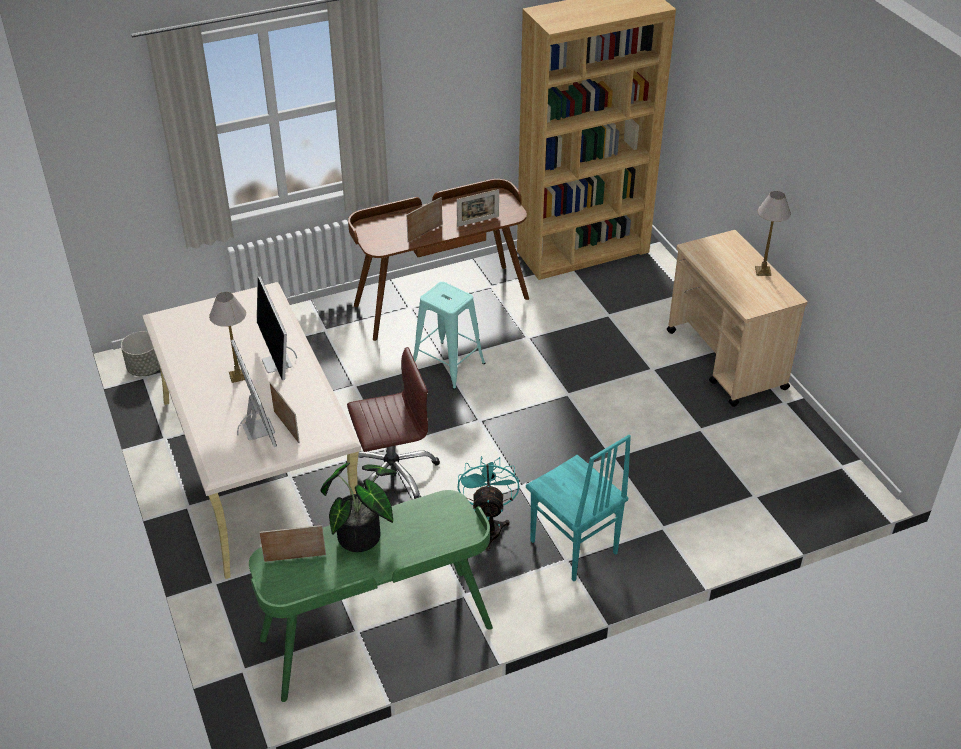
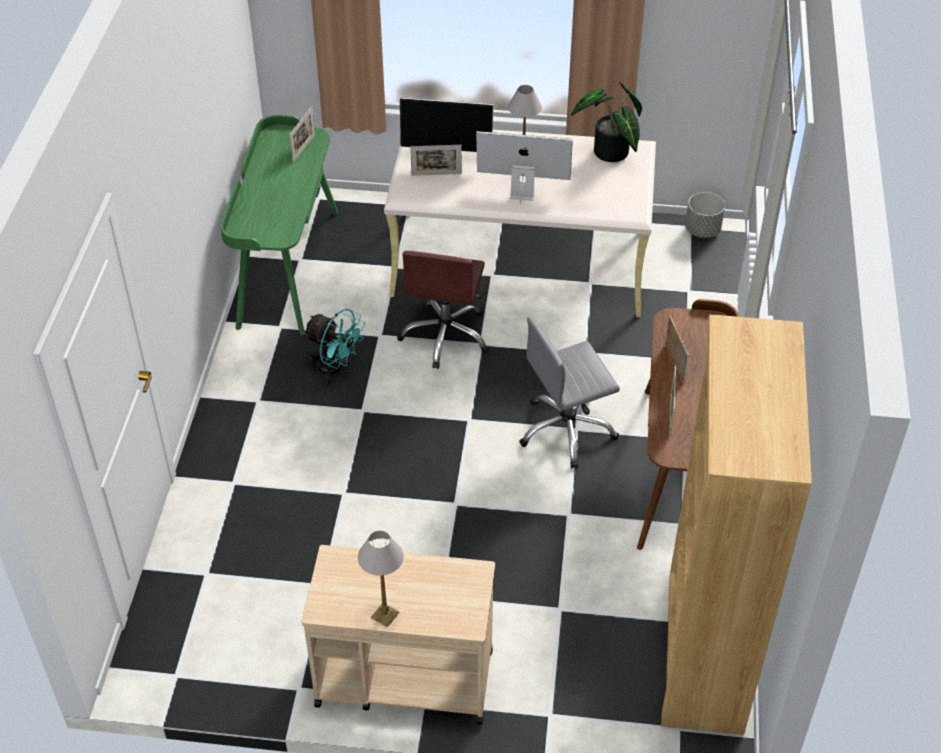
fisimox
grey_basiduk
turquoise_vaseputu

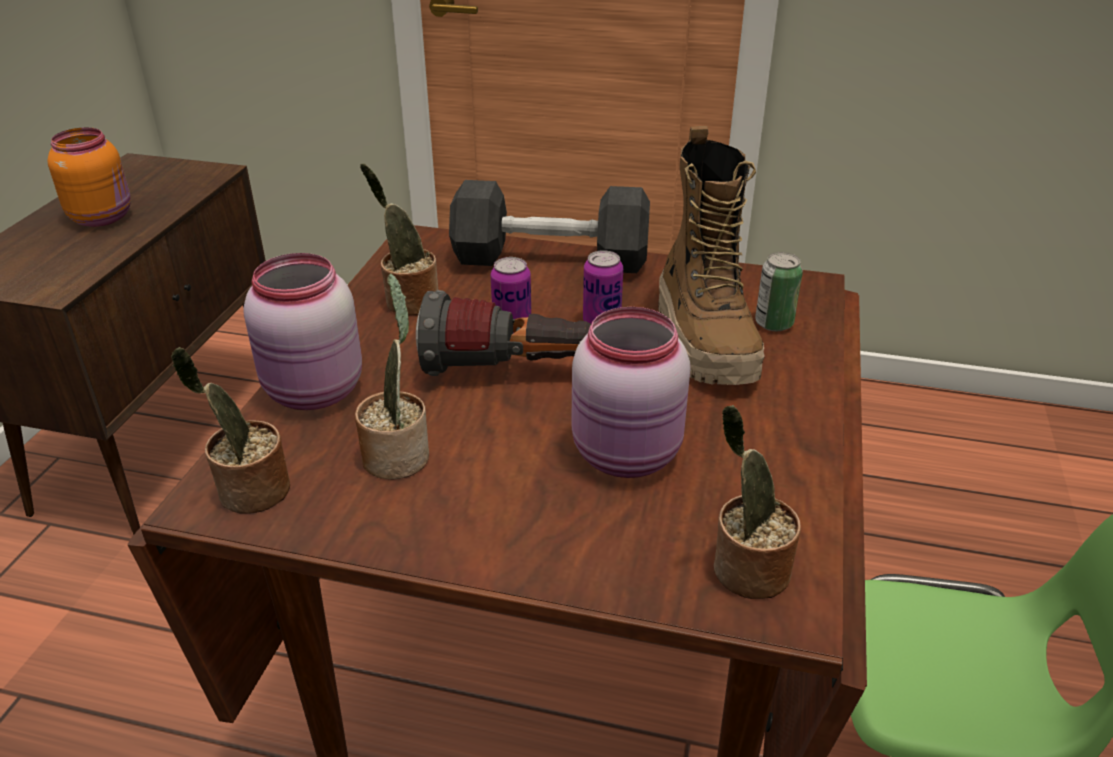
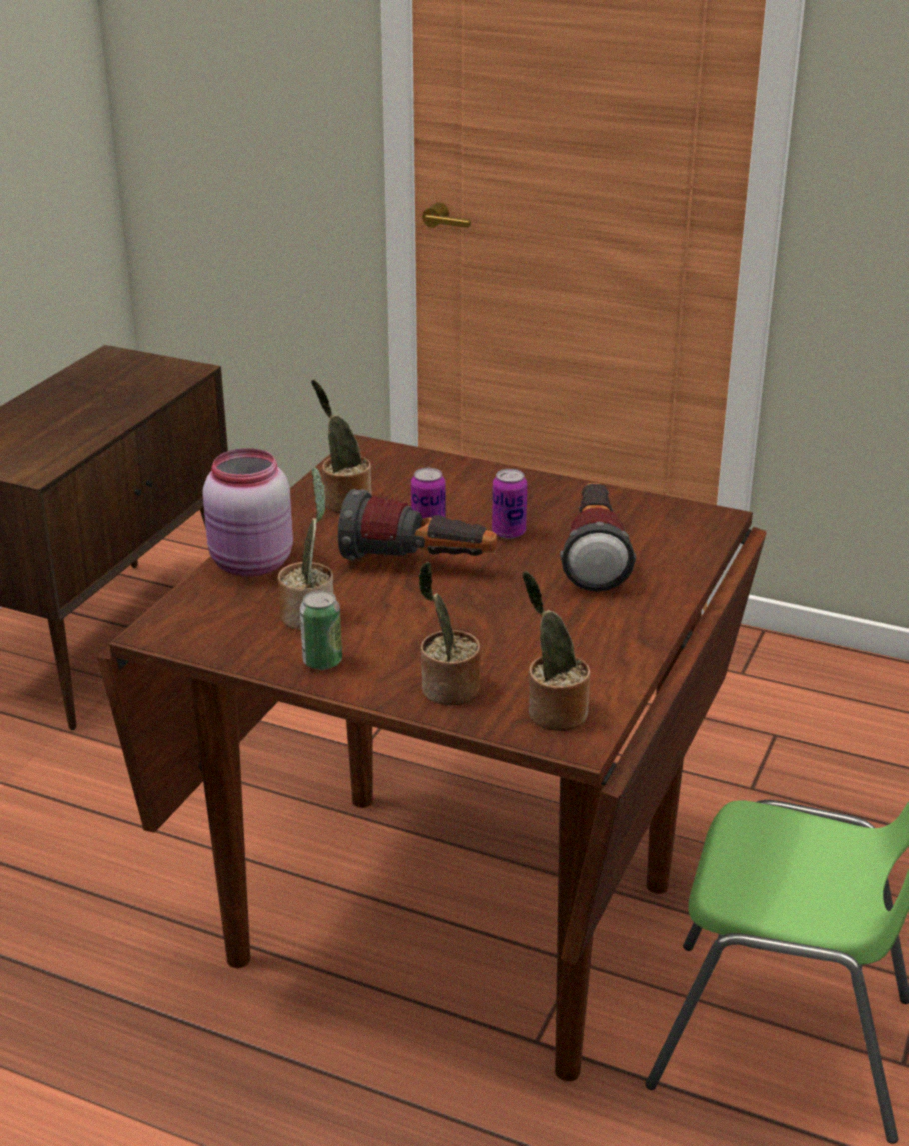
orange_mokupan
fisimox (no. 3 from left)
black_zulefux
pink_mokupan (no. 2 from left in the first image)
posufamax (no. 2 from left)
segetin (no. 1 from left)

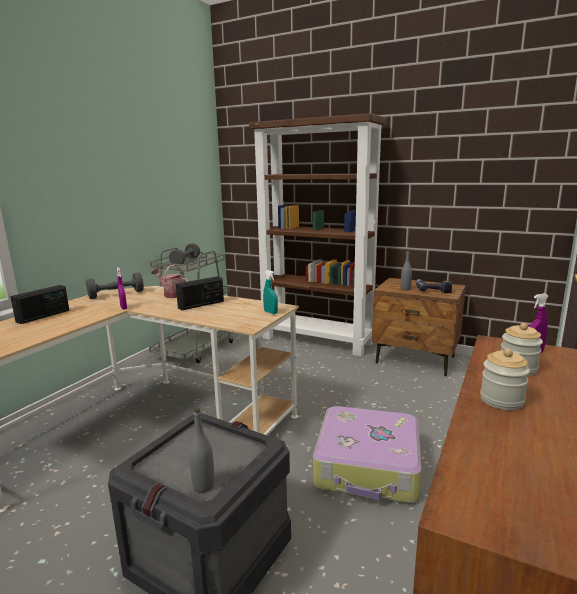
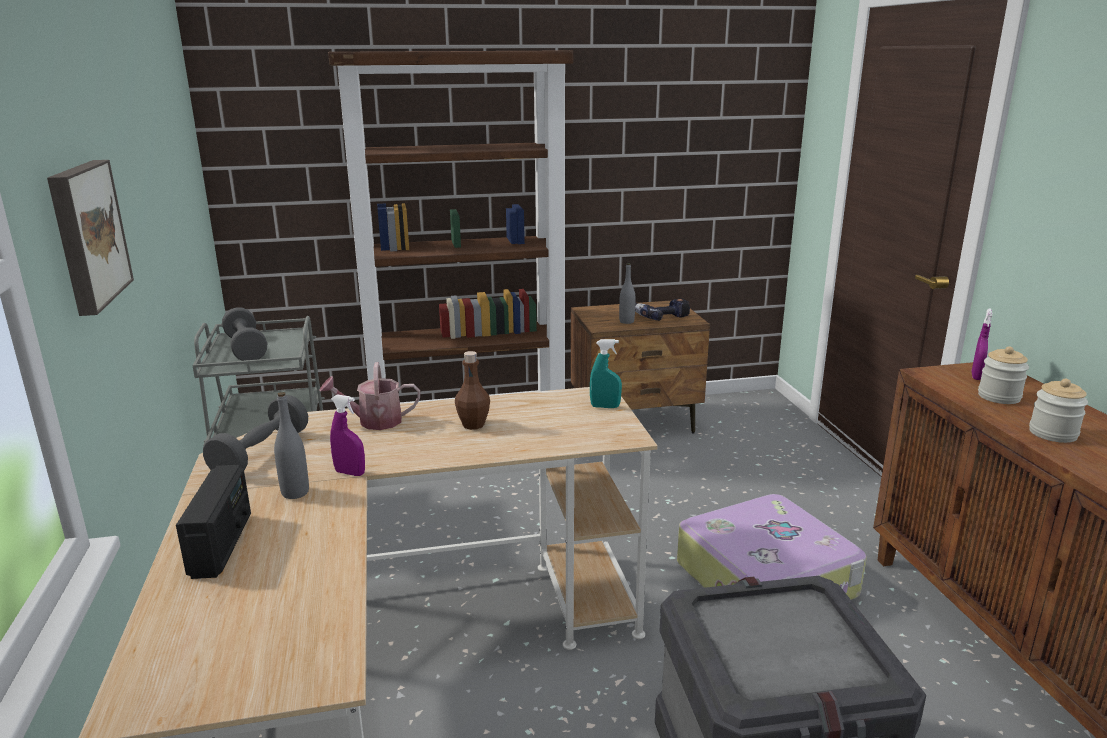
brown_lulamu
grey_lulamu (no. 1 from left)
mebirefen

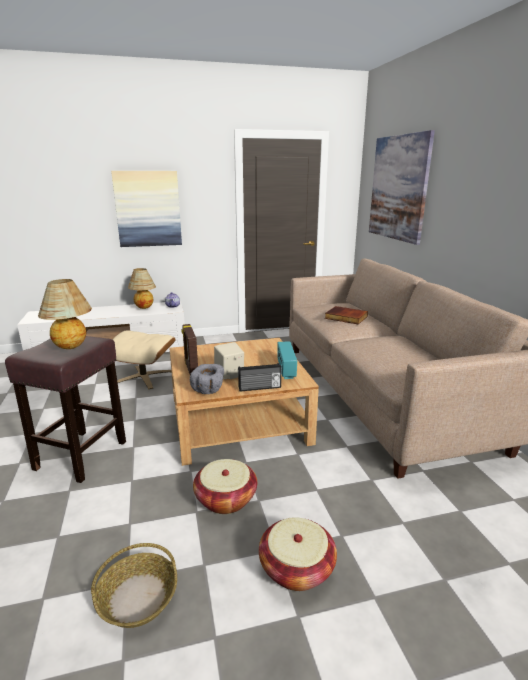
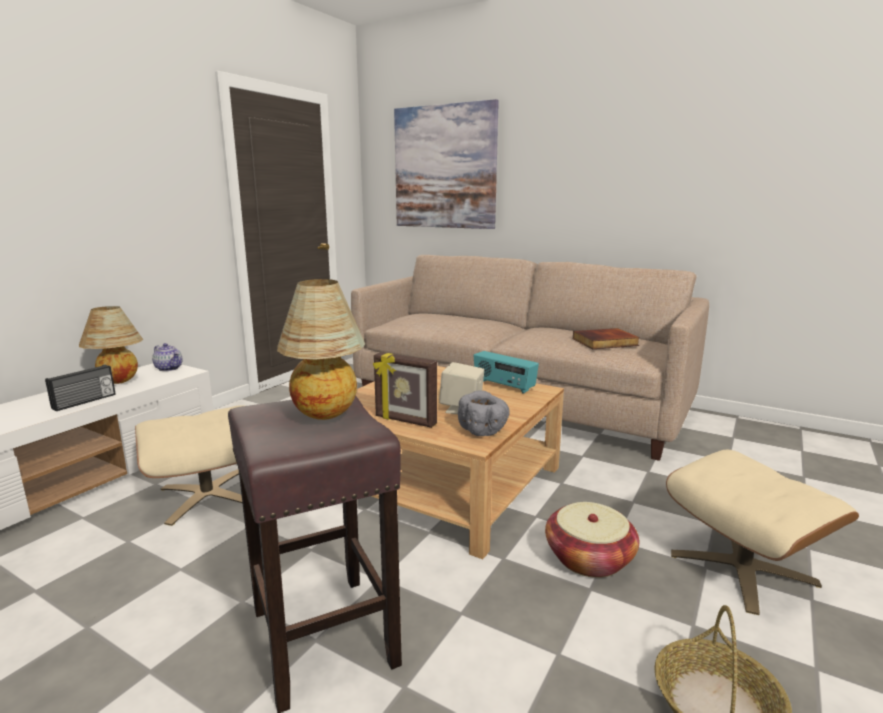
mebirefen (no. 1 from left in the first image)
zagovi (no. 1 from left)
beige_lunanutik (no. 2 from left)
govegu

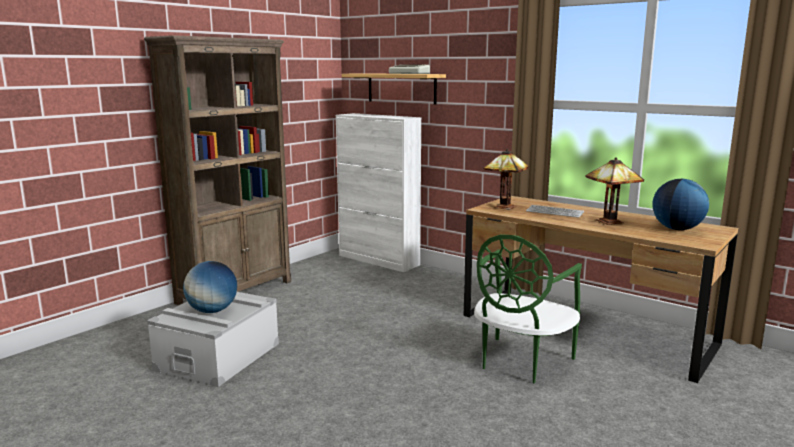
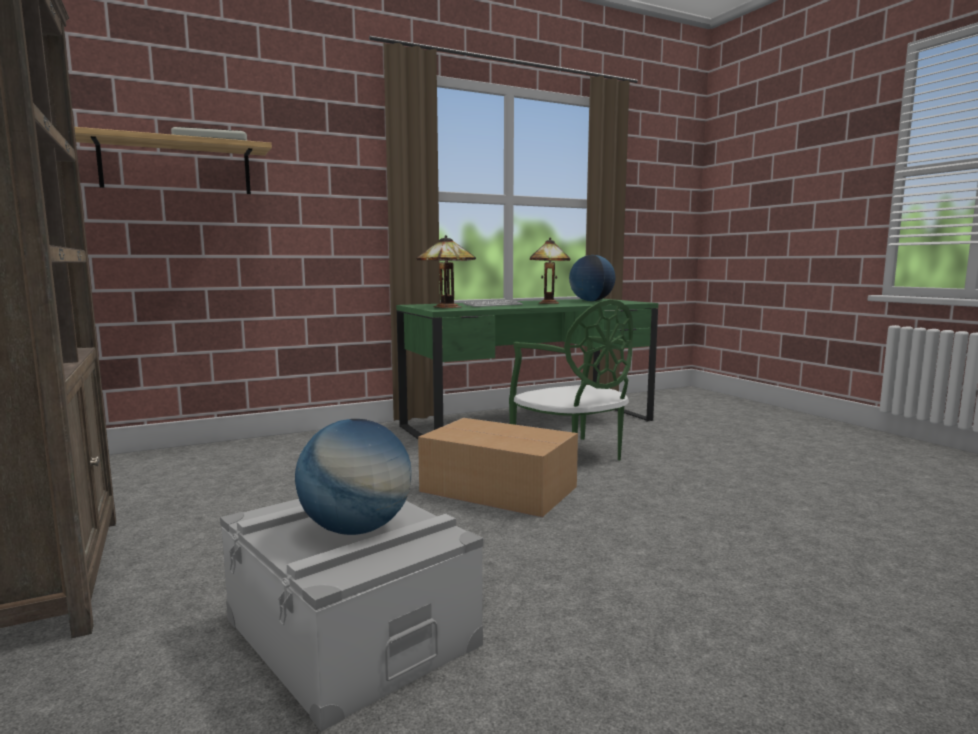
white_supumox
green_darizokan
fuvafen

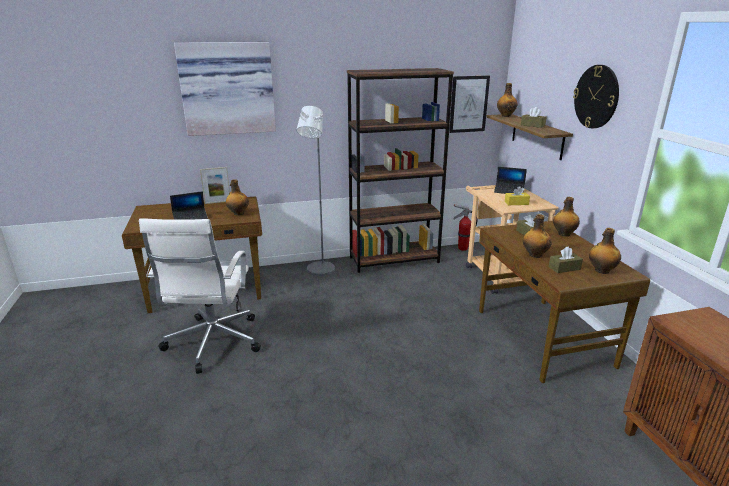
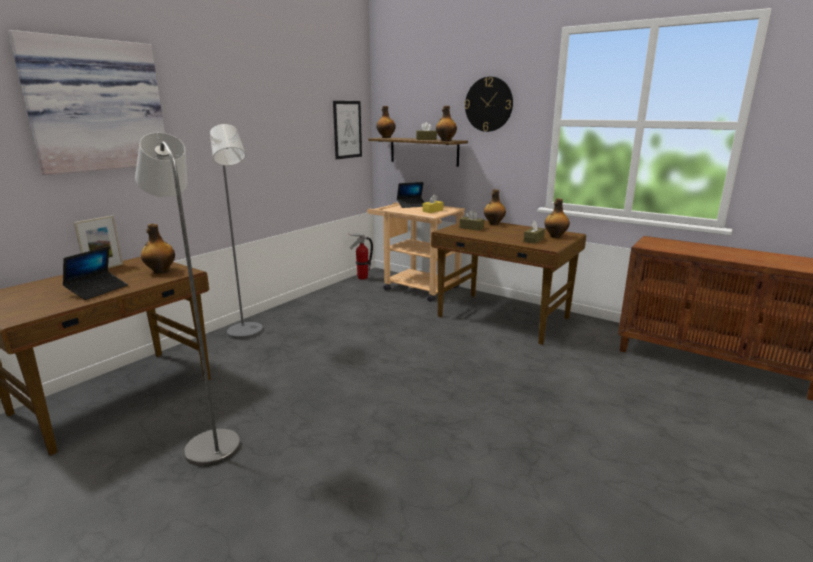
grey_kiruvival (no. 1 from left)
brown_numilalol
lulamu (no. 3 from left)

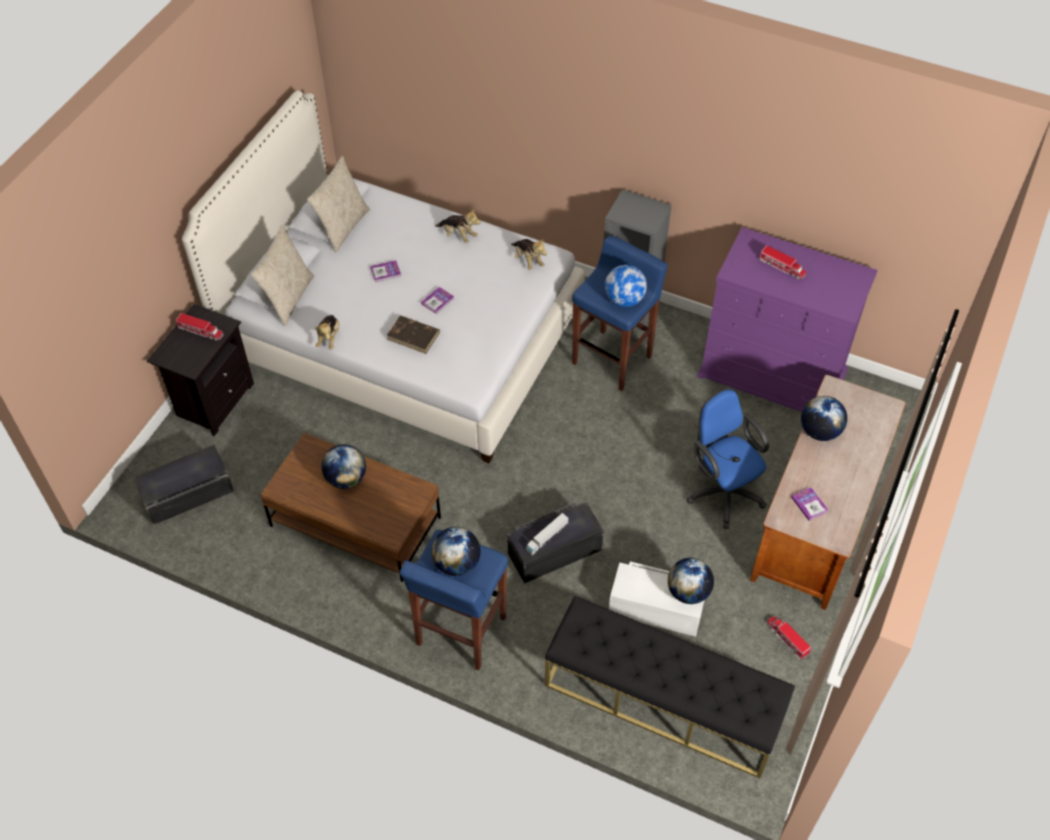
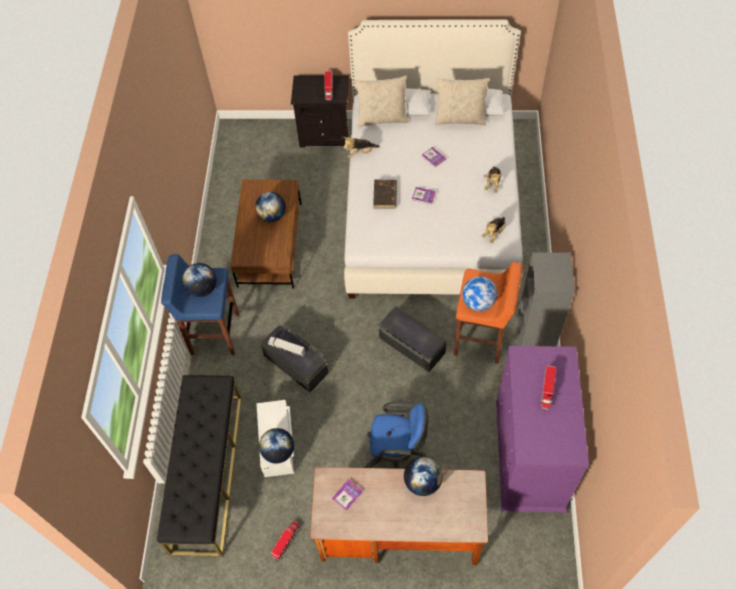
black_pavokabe (no. 2 from left)
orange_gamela
blue_basiduk

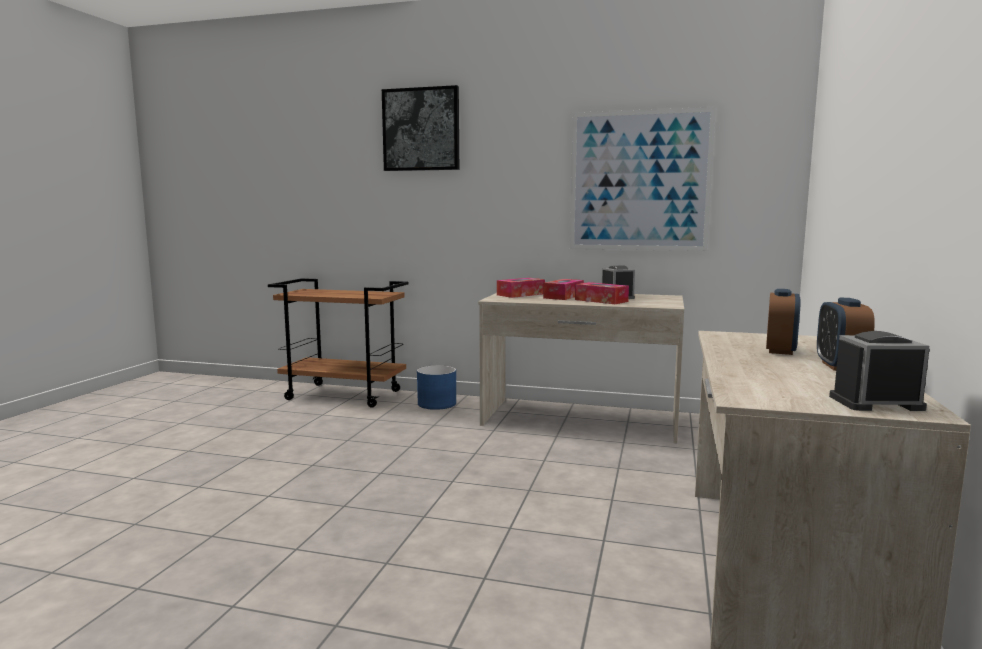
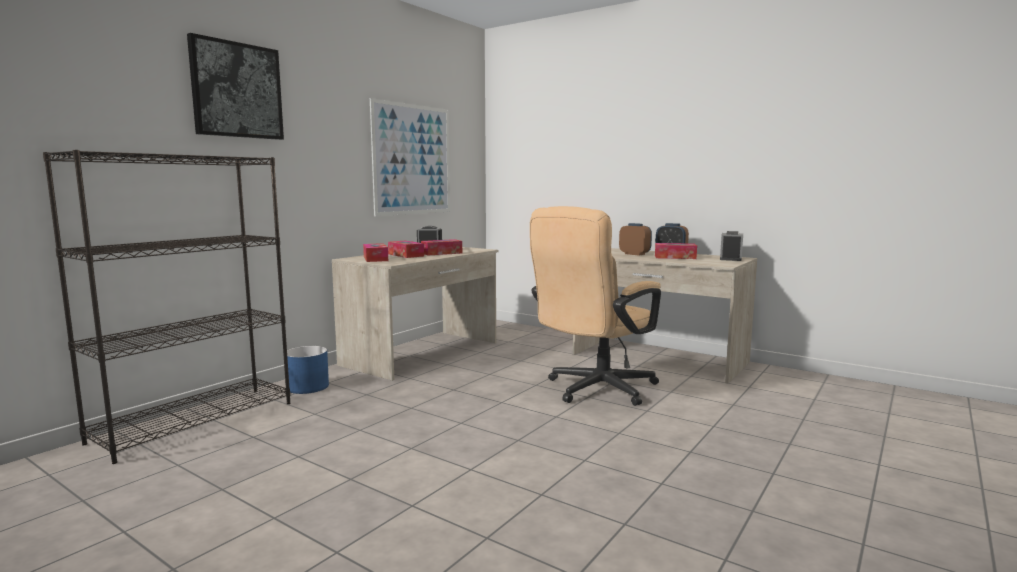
black_numilalol
beige_basiduk
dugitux (no. 4 from left)

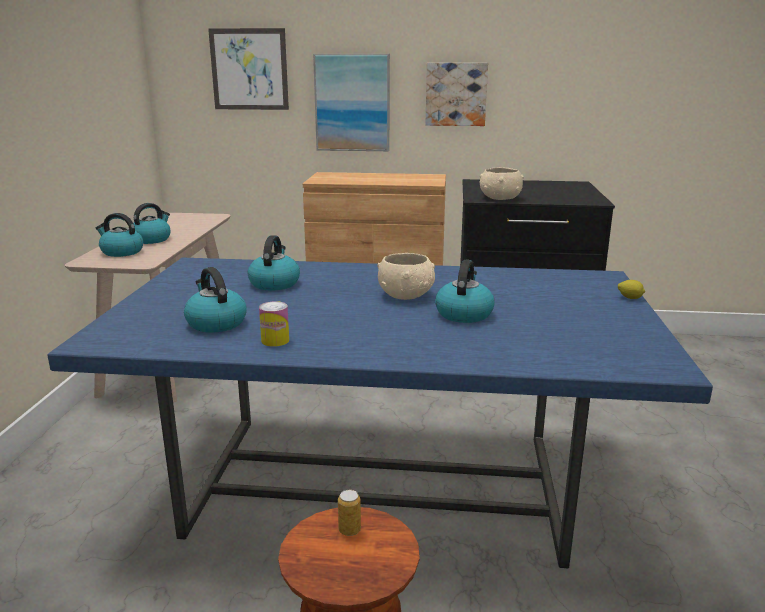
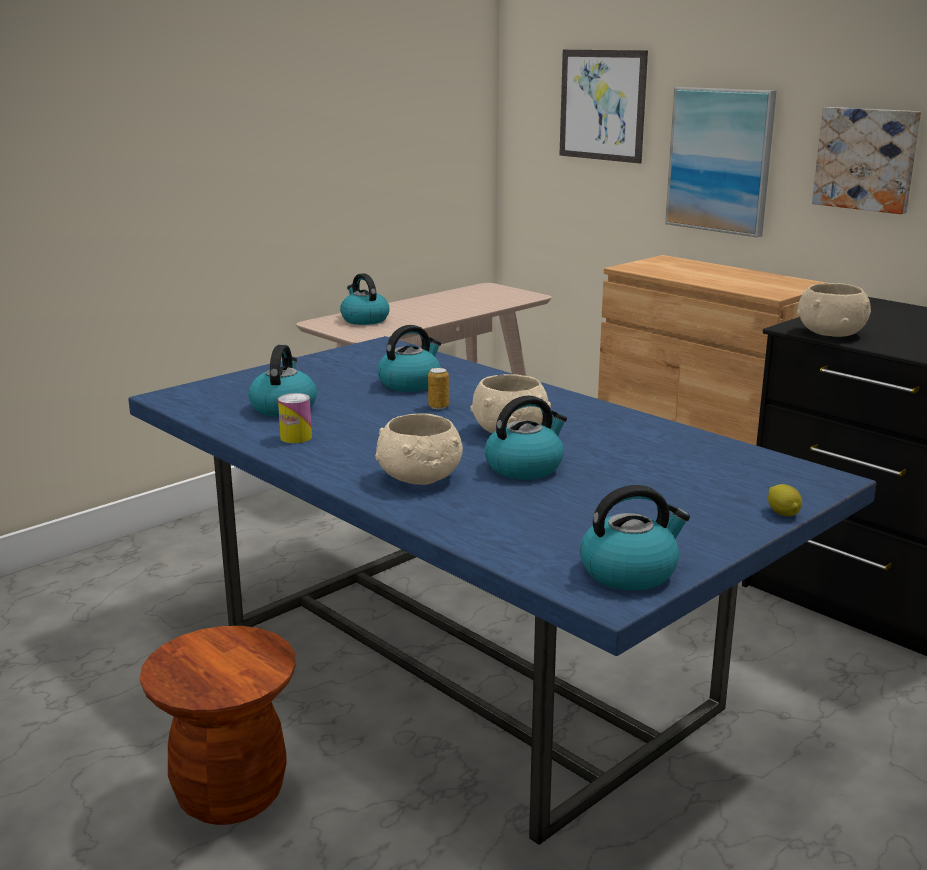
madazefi (no. 5 from left)
segetin (no. 2 from left)
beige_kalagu (no. 1 from left)

